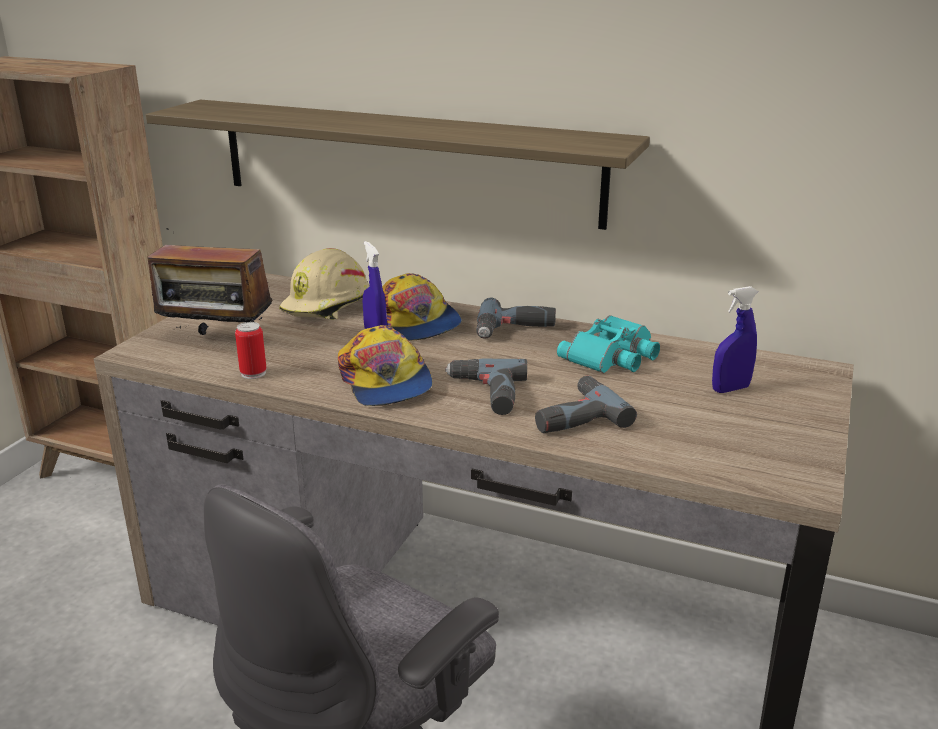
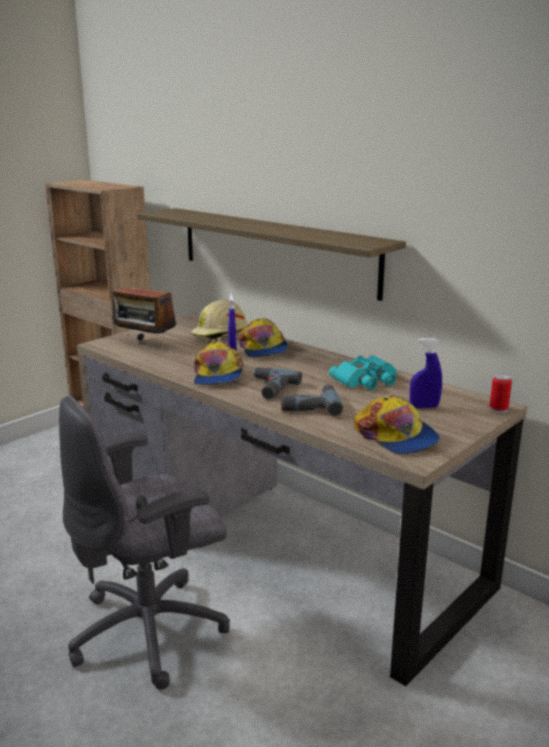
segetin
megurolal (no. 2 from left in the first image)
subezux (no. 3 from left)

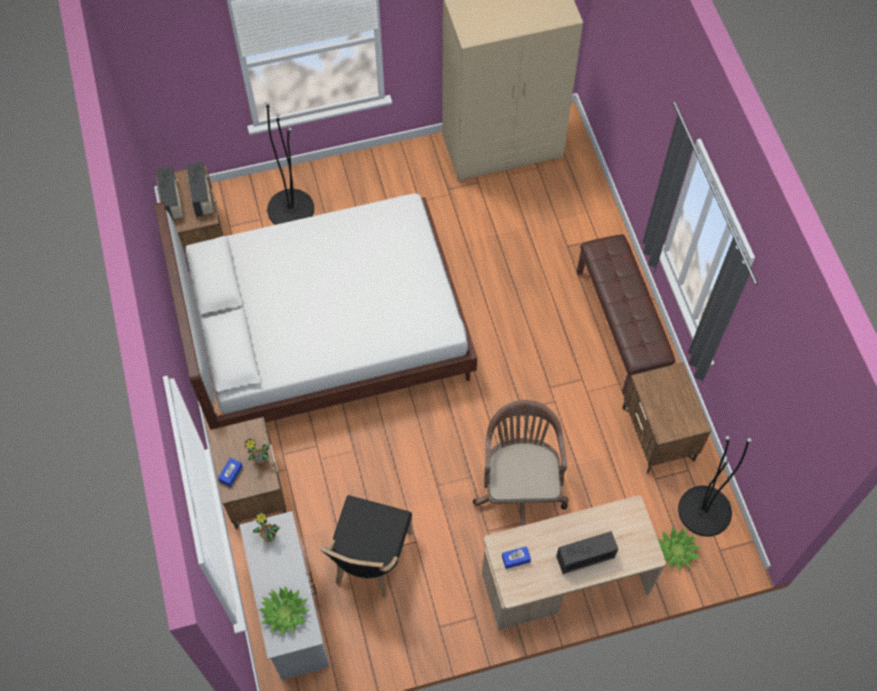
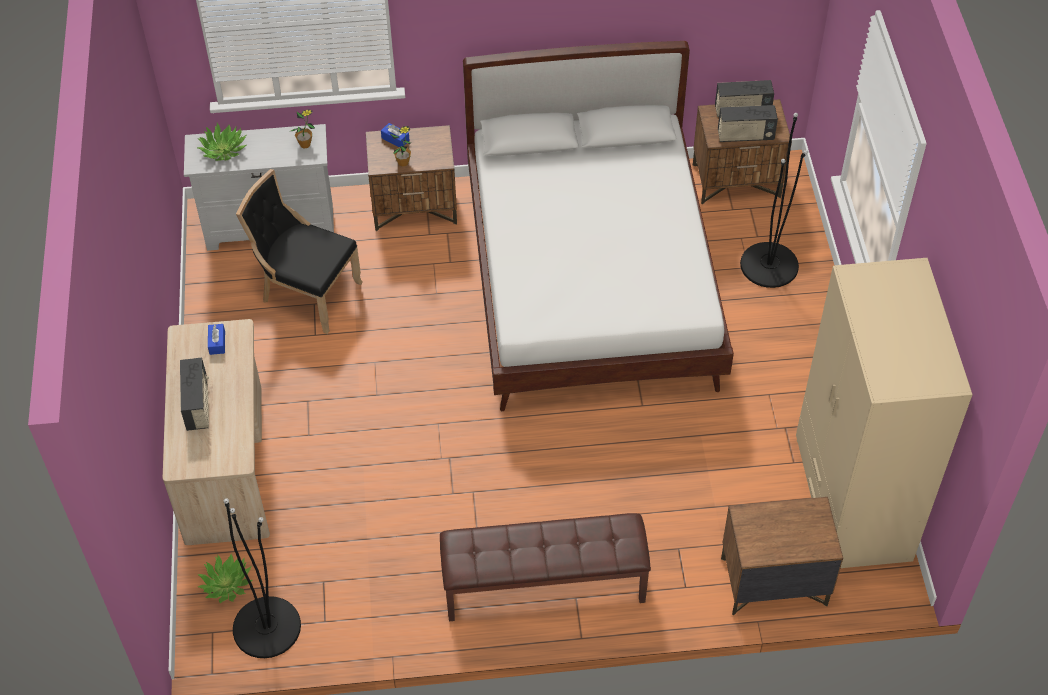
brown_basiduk
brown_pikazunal (no. 3 from left)

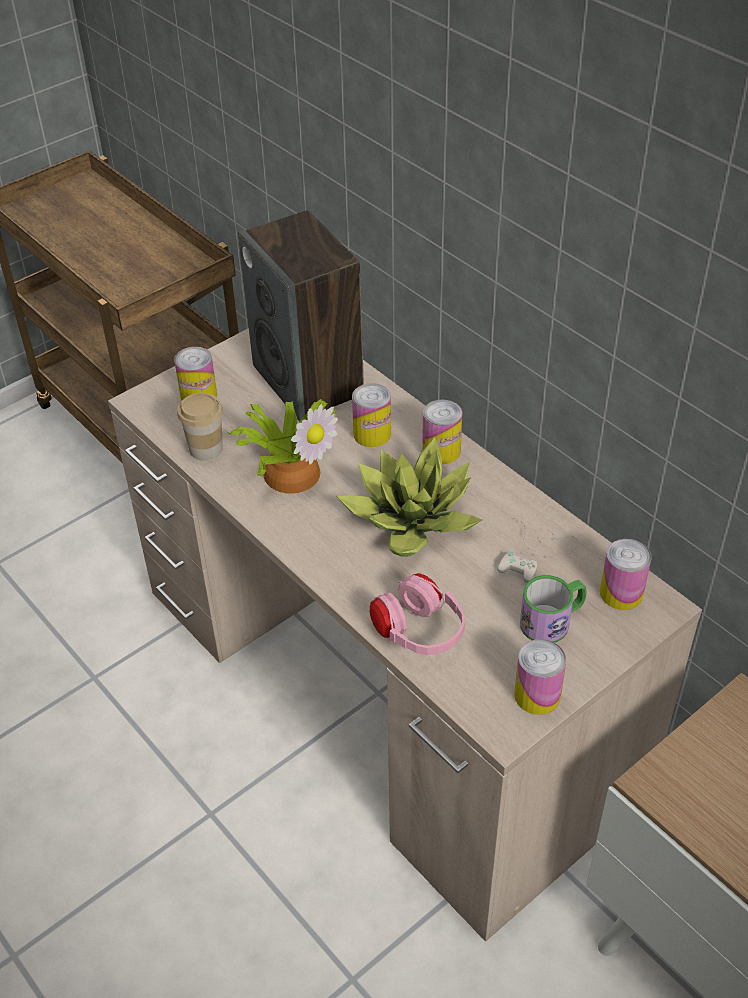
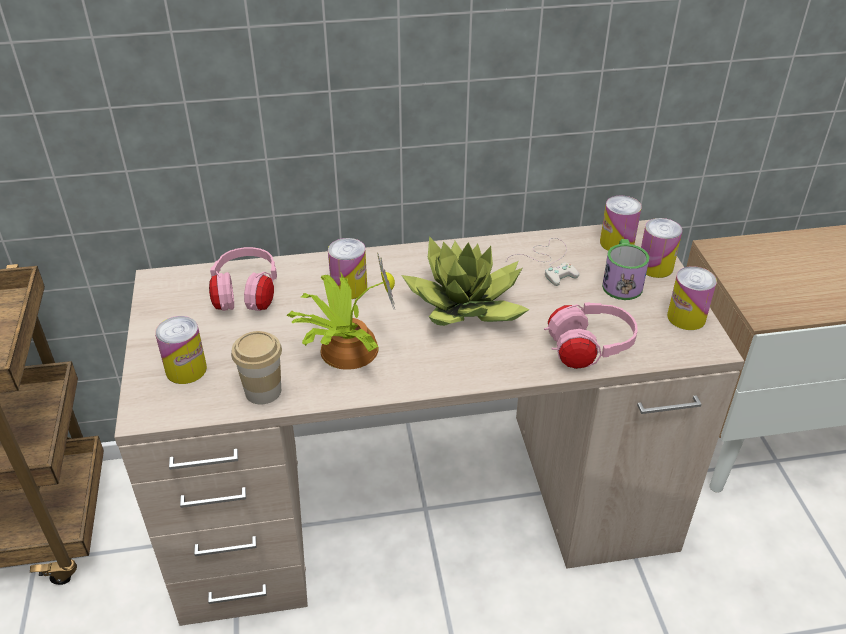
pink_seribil (no. 1 from left)
segetin (no. 4 from left)

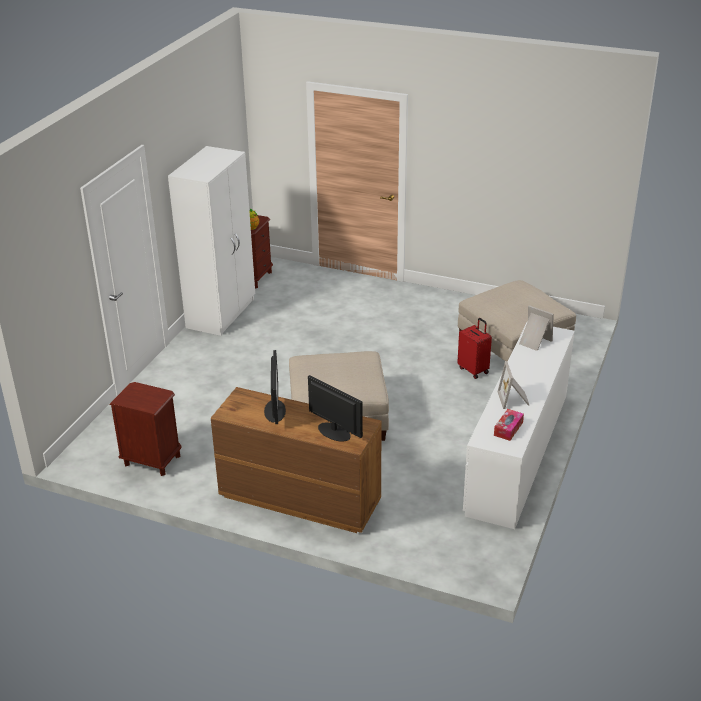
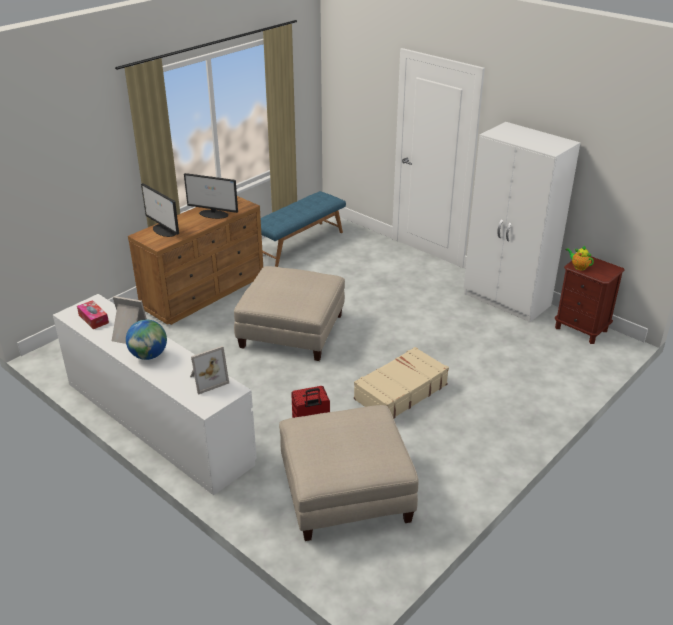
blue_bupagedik
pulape (no. 1 from left)
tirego
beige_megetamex

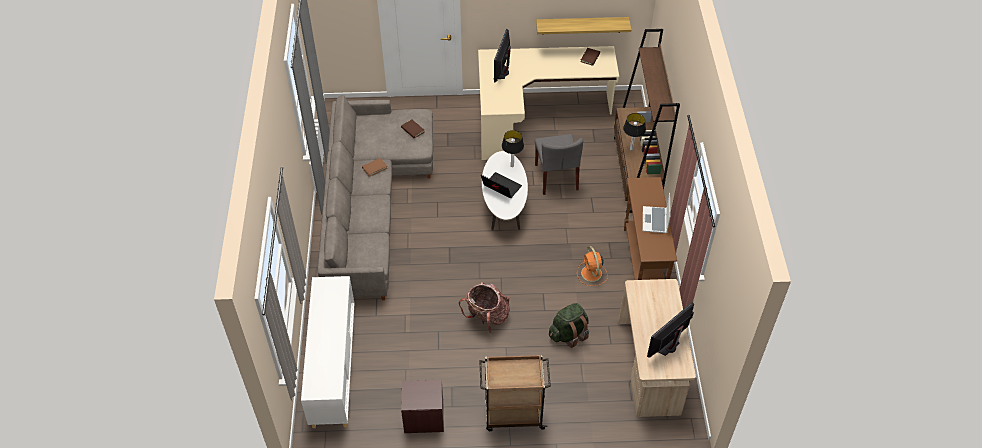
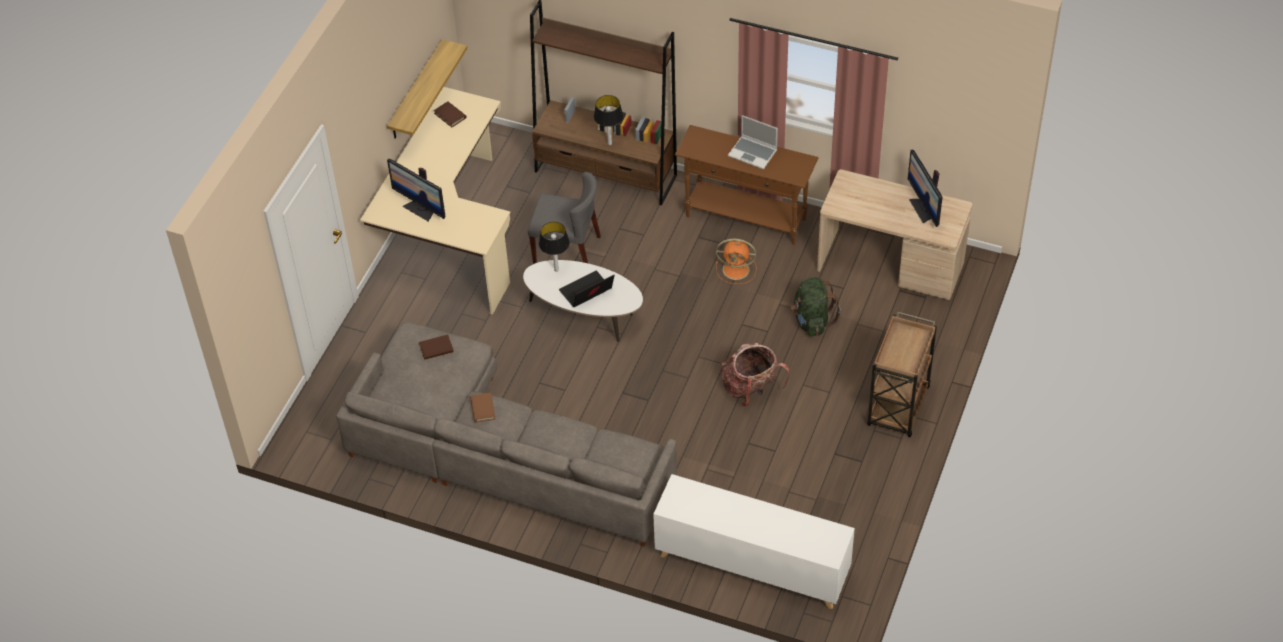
brown_pikazunal

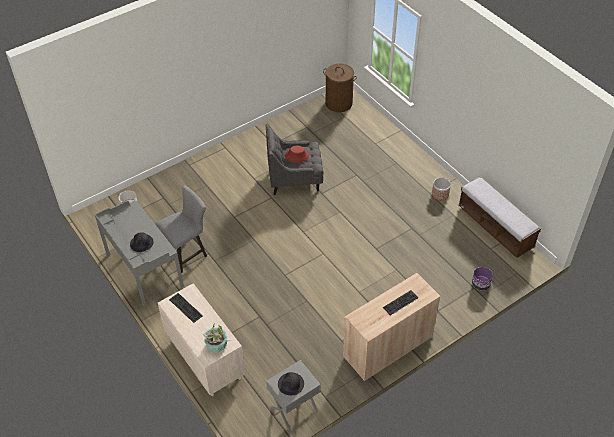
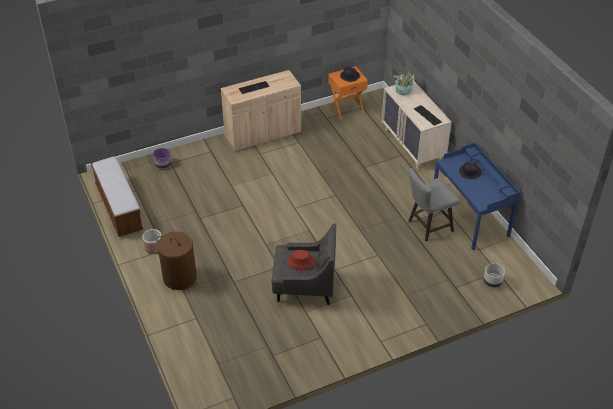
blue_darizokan
orange_pikazunal
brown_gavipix

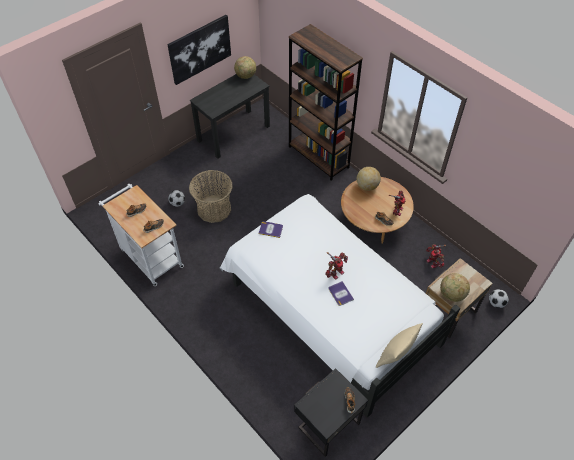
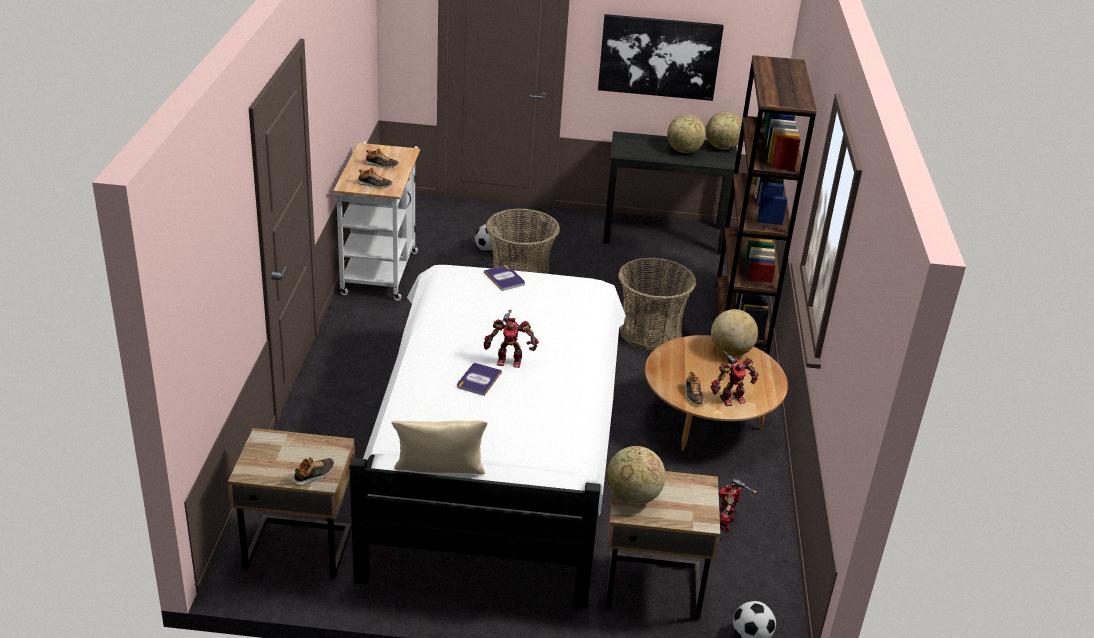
beige_pikazunal (no. 1 from left)
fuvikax (no. 2 from left)
tirego (no. 2 from left)

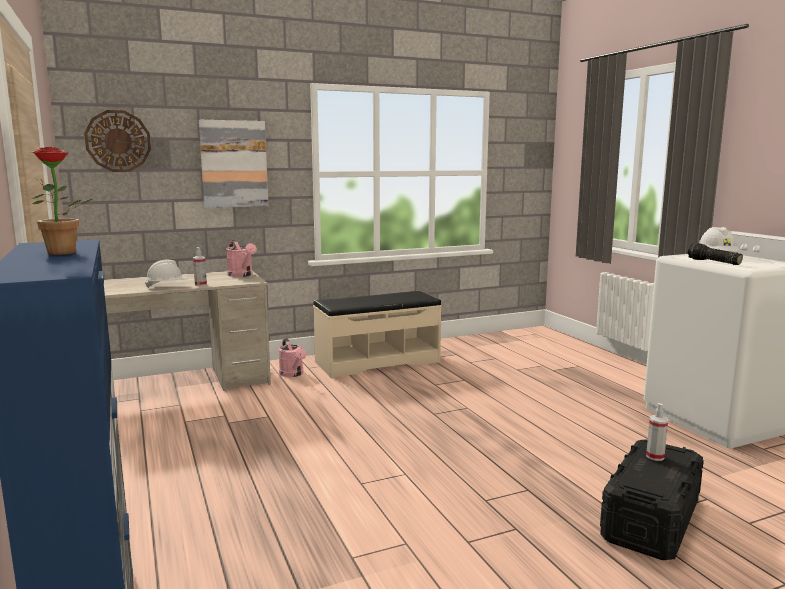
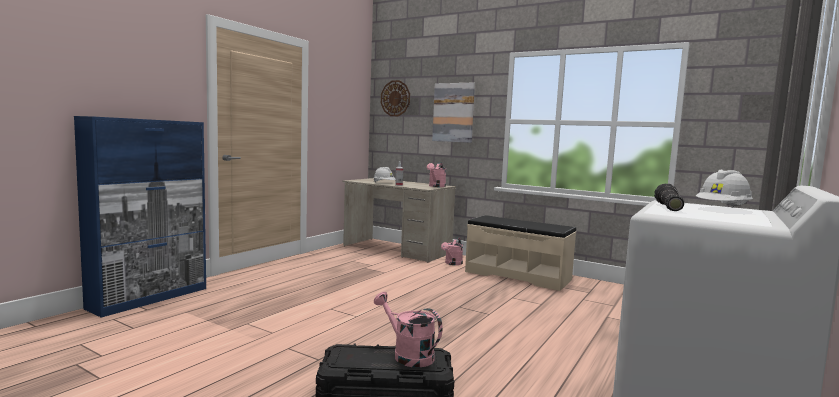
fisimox
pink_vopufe (no. 1 from left)

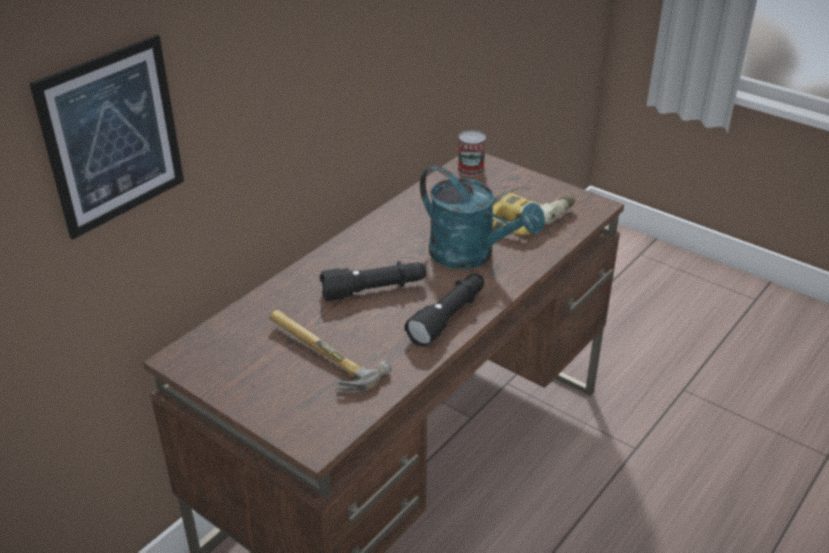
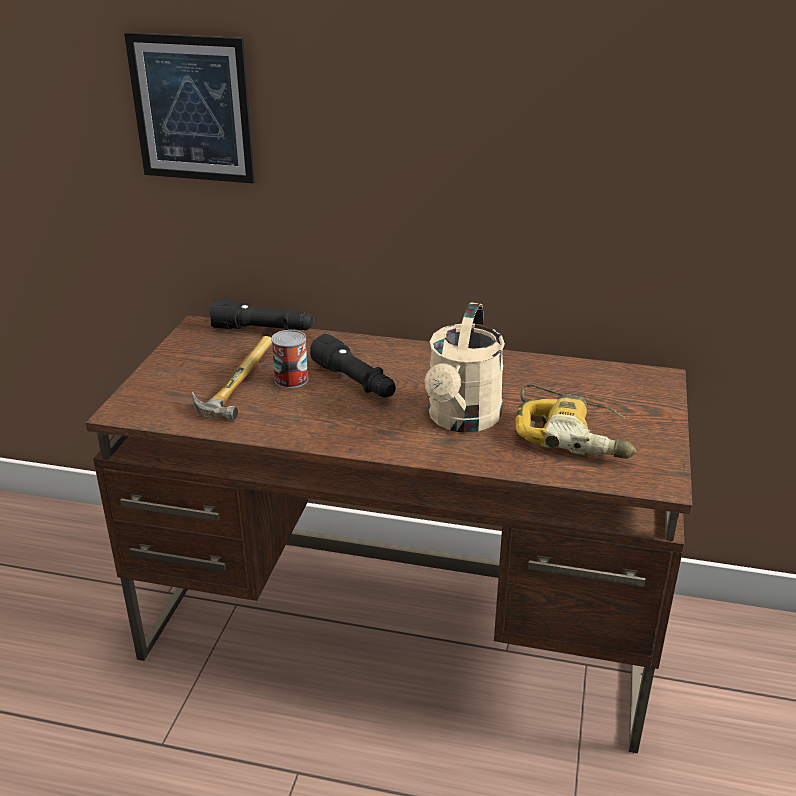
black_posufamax (no. 1 from left)
beige_vopufe
segetin

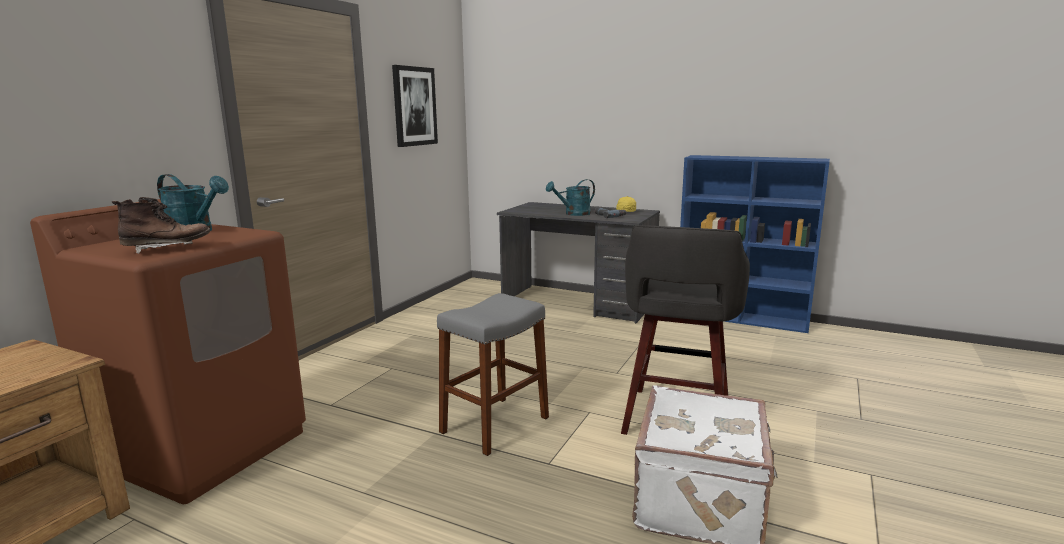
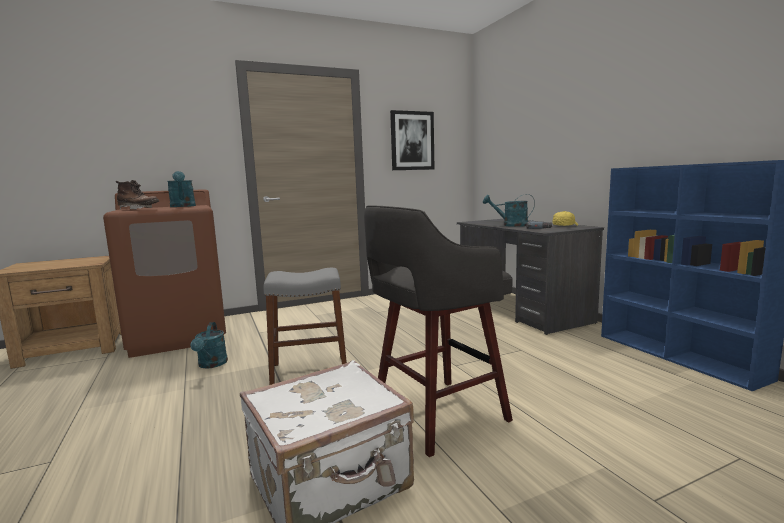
turquoise_vopufe (no. 2 from left)

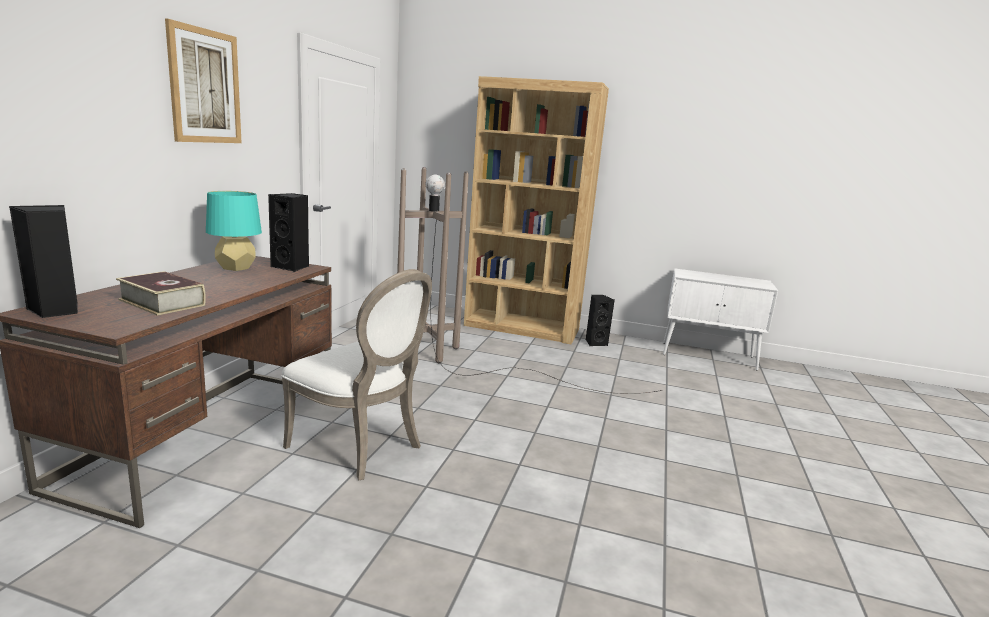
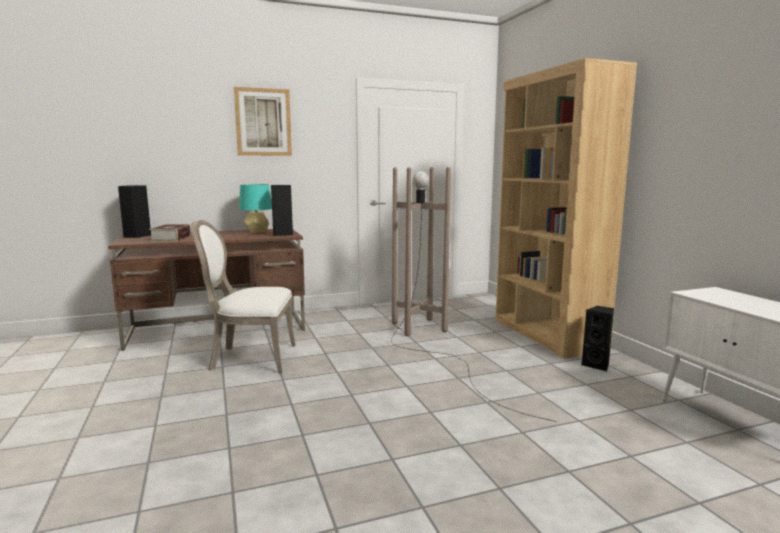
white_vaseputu

